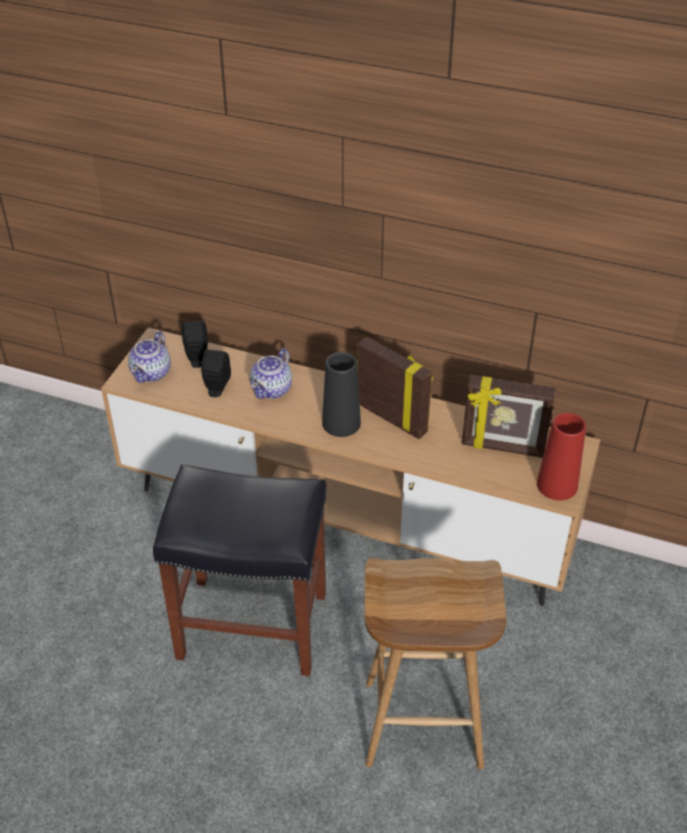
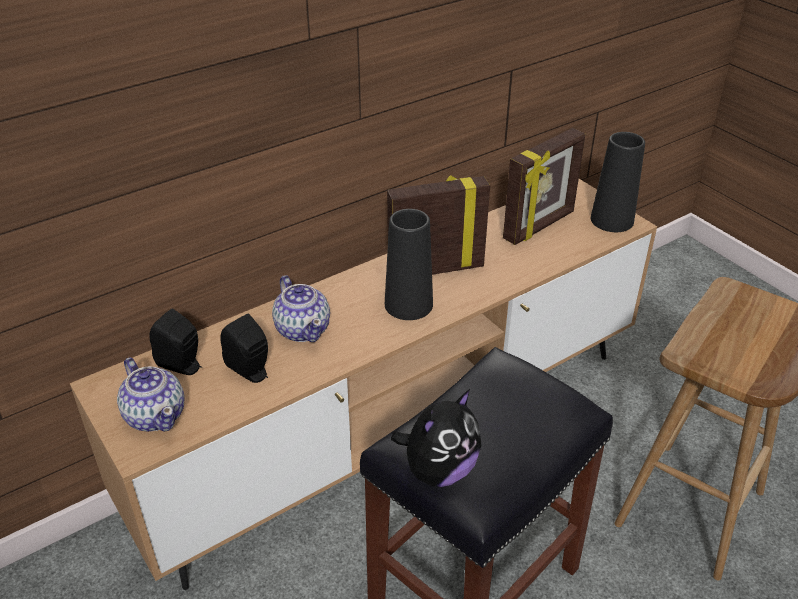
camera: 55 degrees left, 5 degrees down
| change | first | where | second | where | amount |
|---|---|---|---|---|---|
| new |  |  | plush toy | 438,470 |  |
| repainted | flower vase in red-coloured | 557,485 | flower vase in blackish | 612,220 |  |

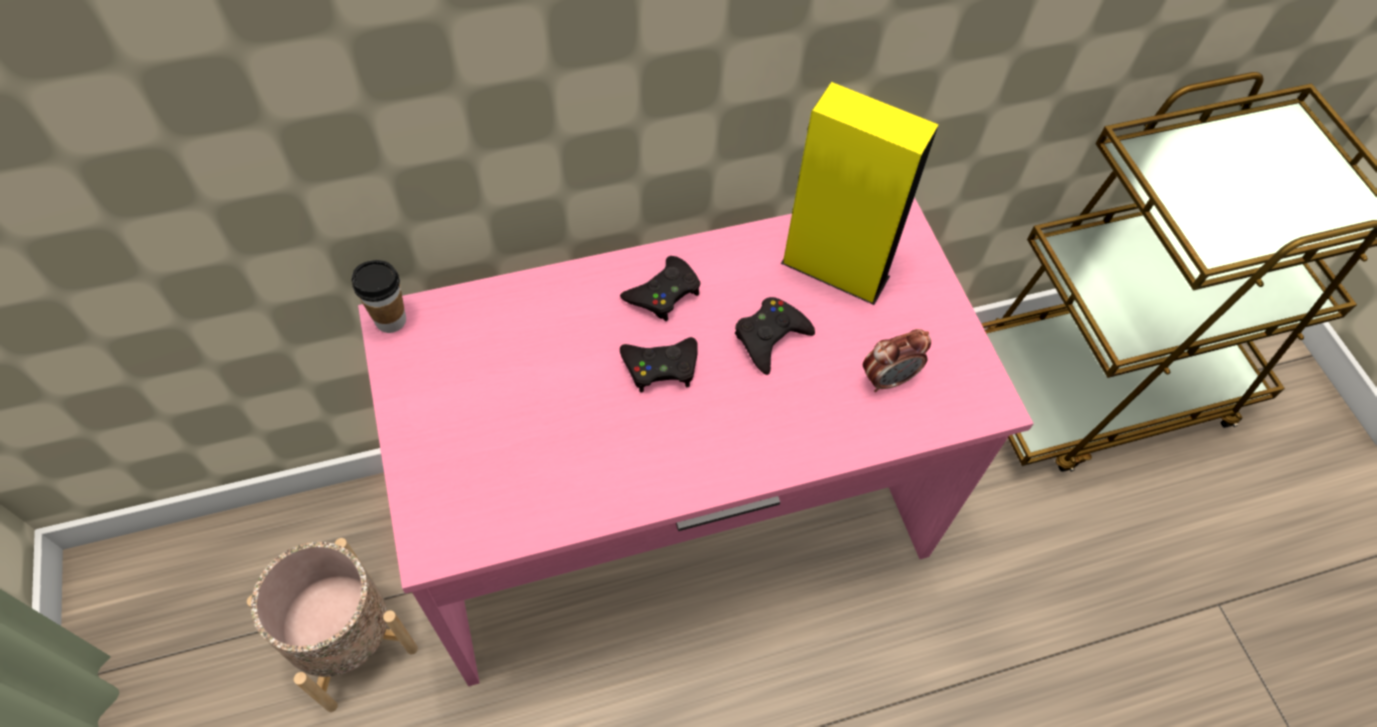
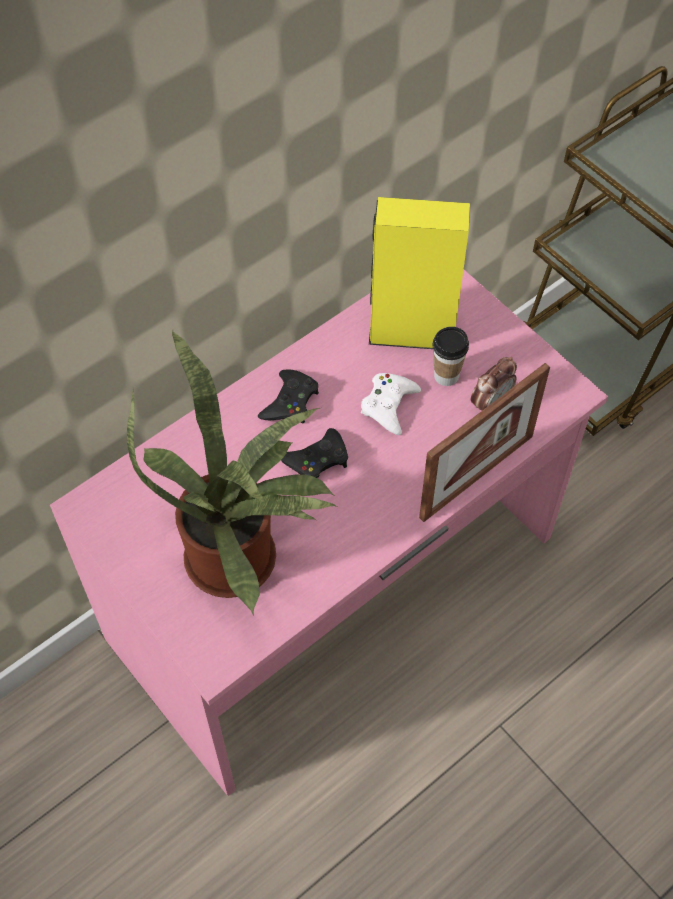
camera: 20 degrees left, 0 degrees up
| change | first | where | second | where | amount |
|---|---|---|---|---|---|
| new |  |  | potted plant | 241,556 |  |
| repainted | gamepad in blackish | 770,337 | gamepad in white | 389,405 |  |
| new |  |  | photo frame | 476,476 |  |
| shifted | drinking cup | 391,320 |  | 446,376 |  |
| gone | flower pot in sand-coloured | 350,641 |  |  |  |

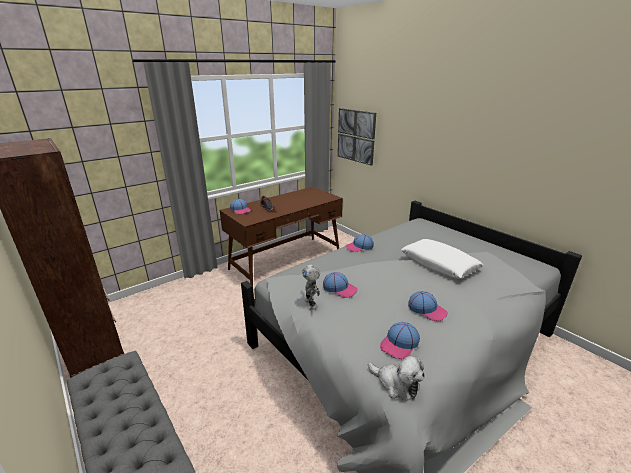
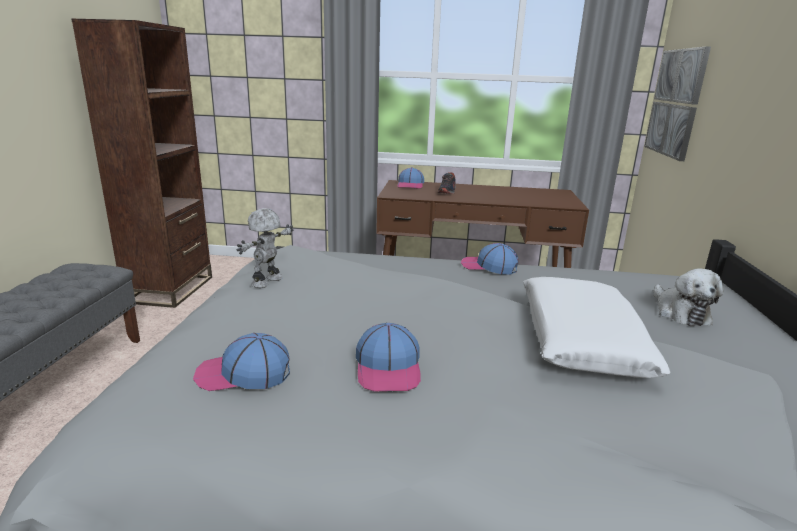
camera: 45 degrees right, 5 degrees down
| change | first | where | second | where | amount |
|---|---|---|---|---|---|
| shifted | plush toy | 396,384 |  | 680,313 |  |
| gone | baseball cap | 340,288 |  |  |  |

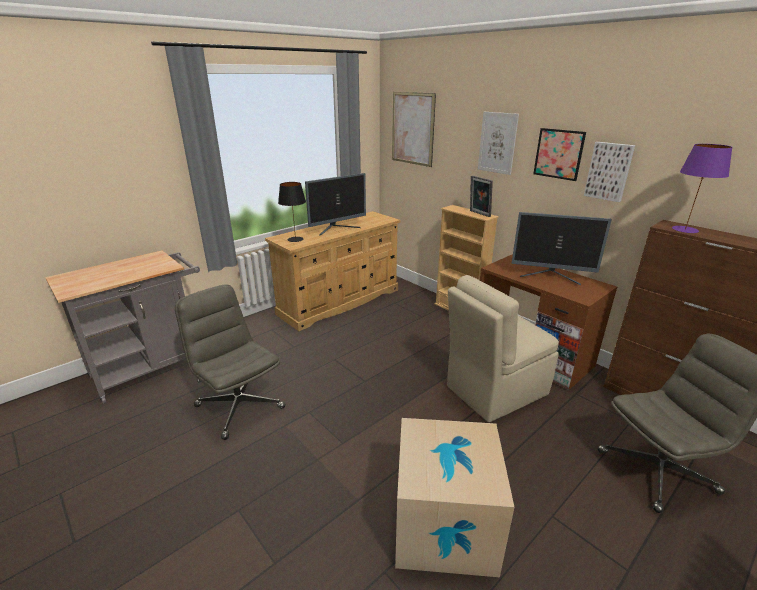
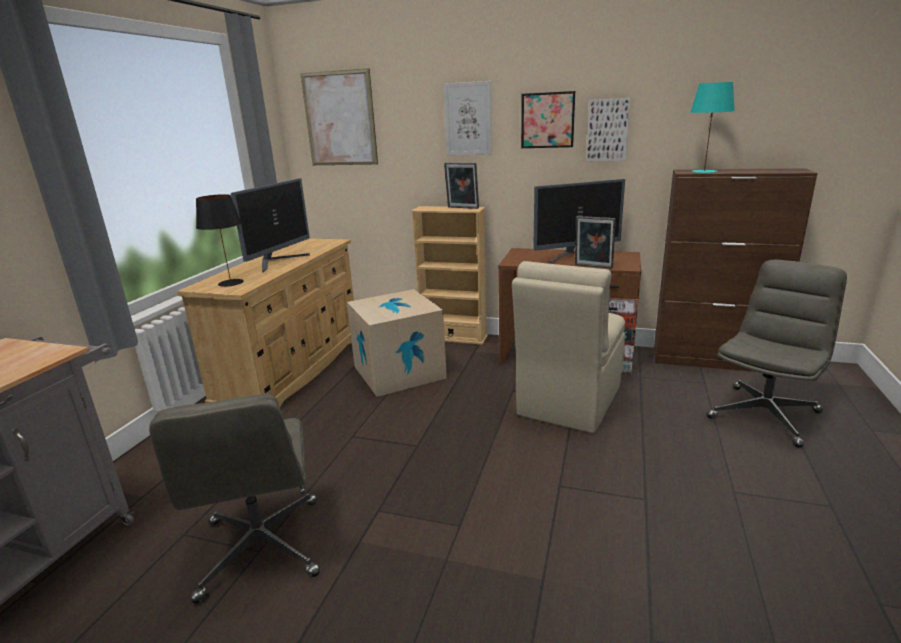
camera: 30 degrees left, 5 degrees down
| change | first | where | second | where | amount |
|---|---|---|---|---|---|
| rotated | desk chair in greyish | 239,406 |  | 262,549 | 120 degrees counterclockwise |
| shifted | packing box | 444,525 |  | 399,372 |  |
| new |  |  | photo frame | 593,267 |  |
| repainted | tabletop lamp in purple | 685,229 | tabletop lamp in turquoise | 704,171 |  |

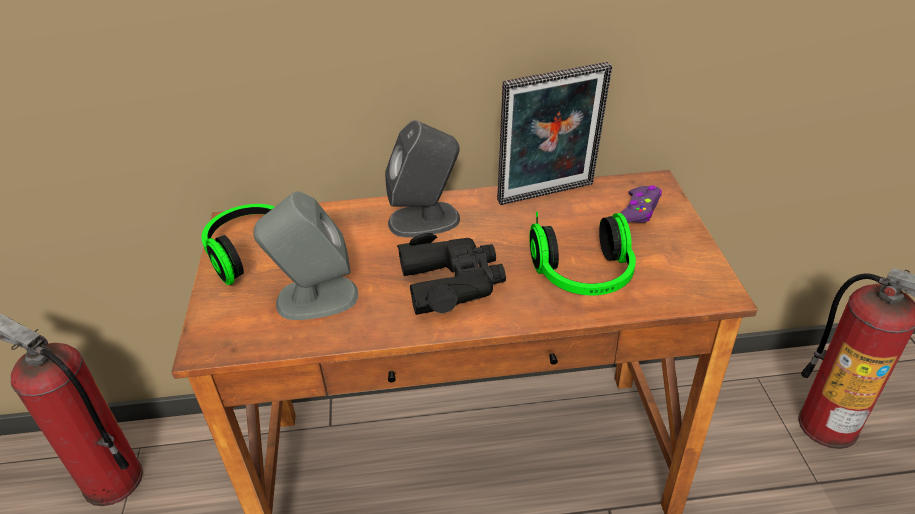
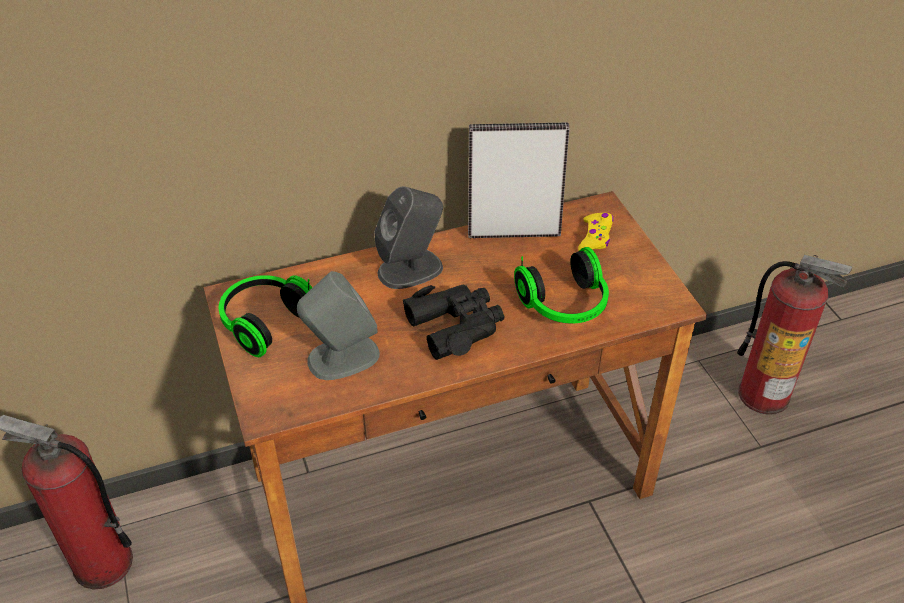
camera: 15 degrees left, 5 degrees up
| change | first | where | second | where | amount |
|---|---|---|---|---|---|
| rotated | photo frame | 548,196 |  | 513,231 | 150 degrees counterclockwise |
| repainted | gamepad in purple | 638,211 | gamepad in yellow | 595,237 |  |

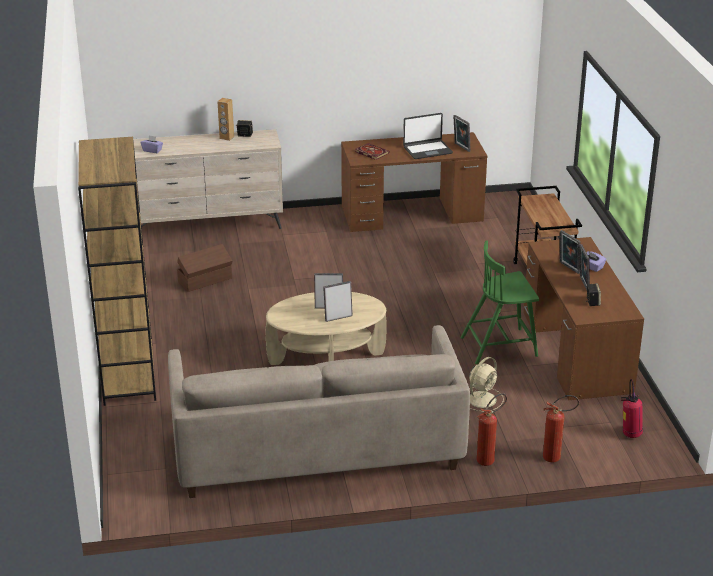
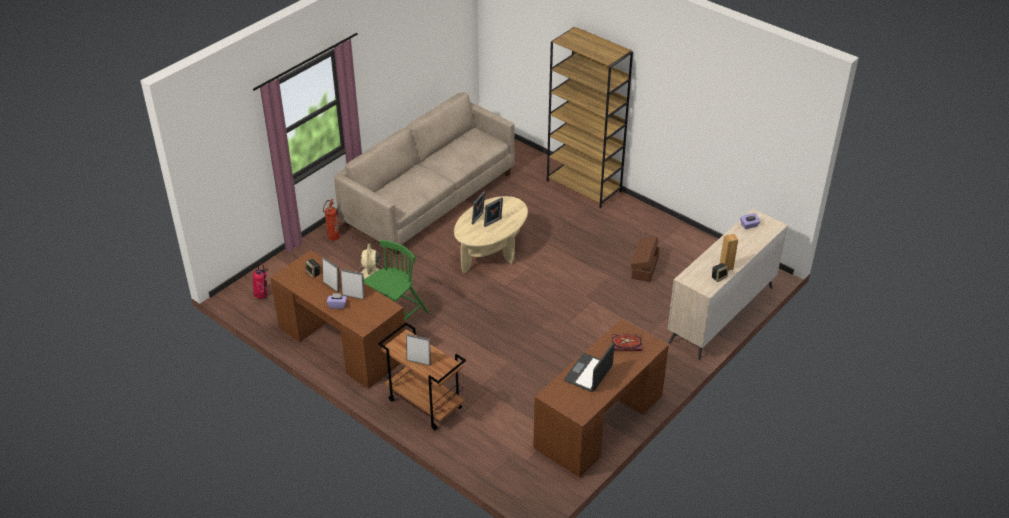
camera: 140 degrees right, 10 degrees up
| change | first | where | second | where | amount |
|---|---|---|---|---|---|
| shifted | photo frame | 461,147 |  | 419,361 |  |
| gone | fire-fighting cylinder | 556,457 |  |  |  |

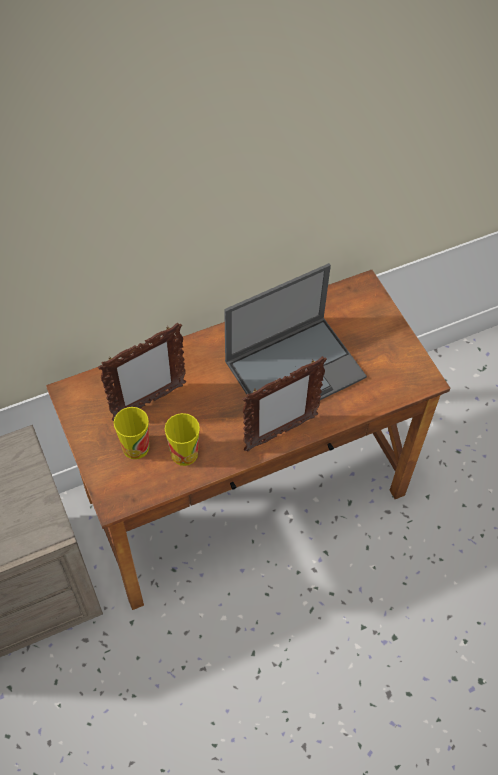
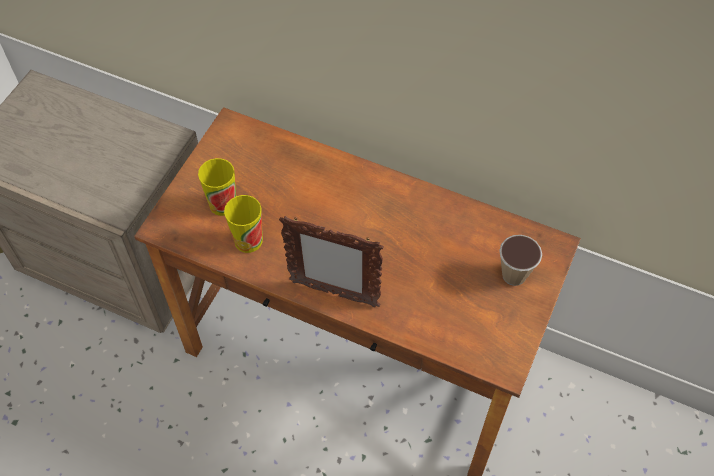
camera: 50 degrees right, 0 degrees up
| change | first | where | second | where | amount |
|---|---|---|---|---|---|
| new |  |  | drinking cup | 514,275 |  |
| gone | photo frame | 148,402 |  |  |  |
| gone | portable computer | 296,368 |  |  |  |

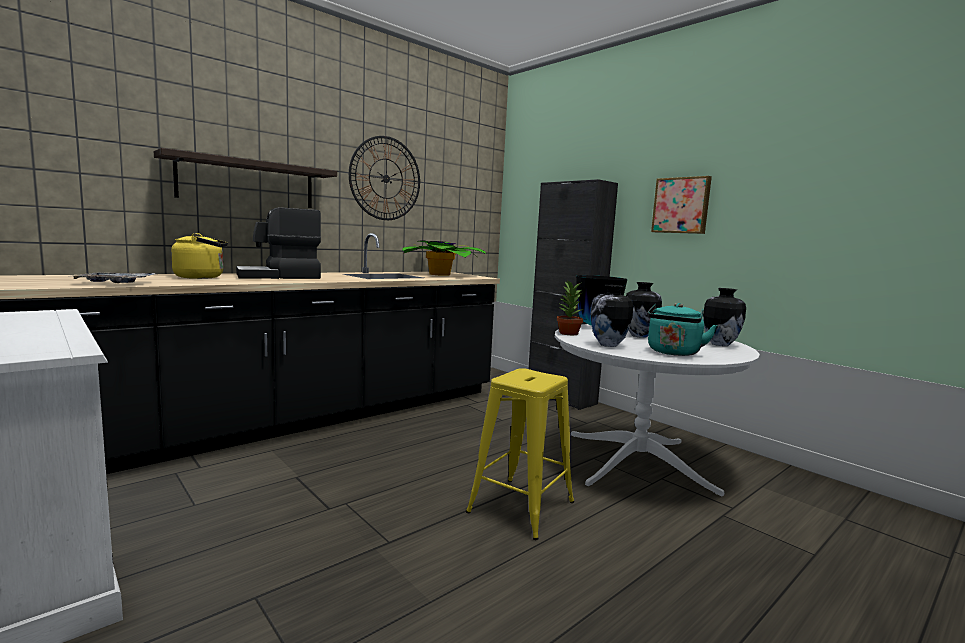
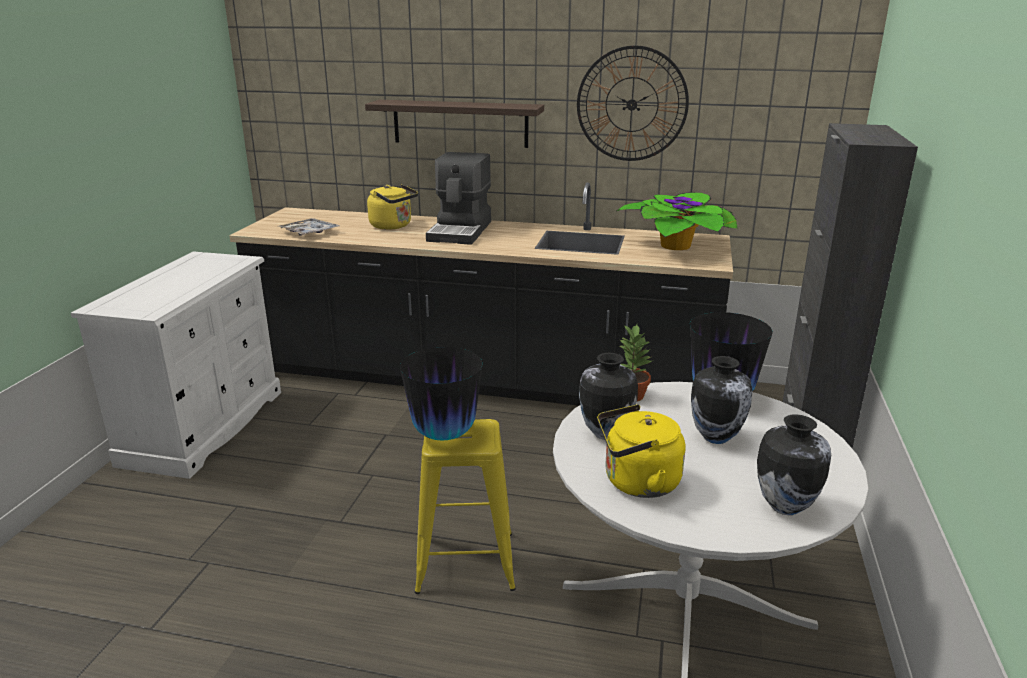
camera: 55 degrees right, 15 degrees up
| change | first | where | second | where | amount |
|---|---|---|---|---|---|
| new |  |  | flower vase | 444,435 |  |
| rotated | coffee machine | 279,276 |  | 461,231 | 105 degrees counterclockwise |
| repainted | kettle in turquoise | 673,353 | kettle in yellow | 637,483 |  |
| gone | wall picture | 681,205 |  |  |  |

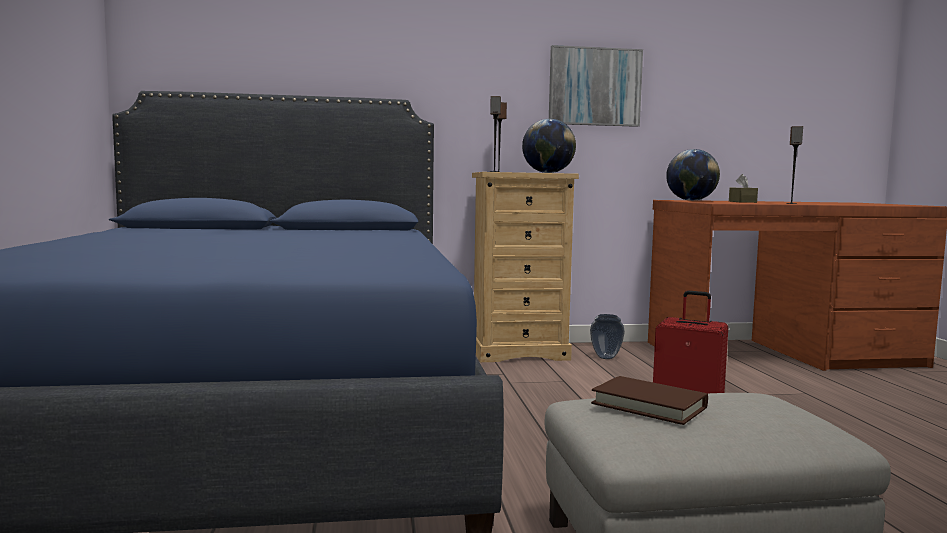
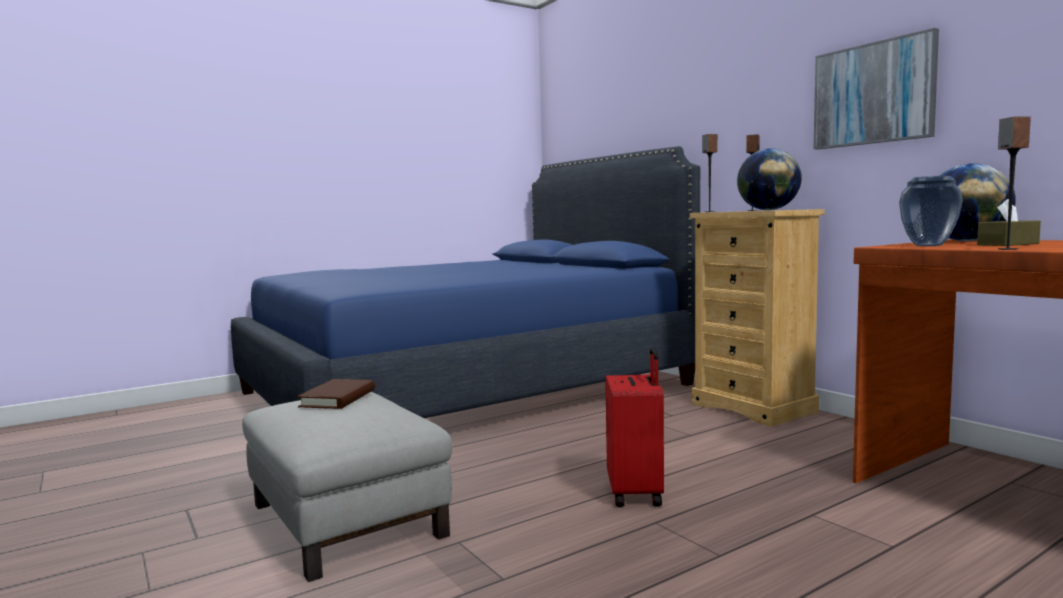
camera: 65 degrees right, 0 degrees up
| change | first | where | second | where | amount |
|---|---|---|---|---|---|
| shifted | flower vase | 606,357 |  | 929,245 |  |

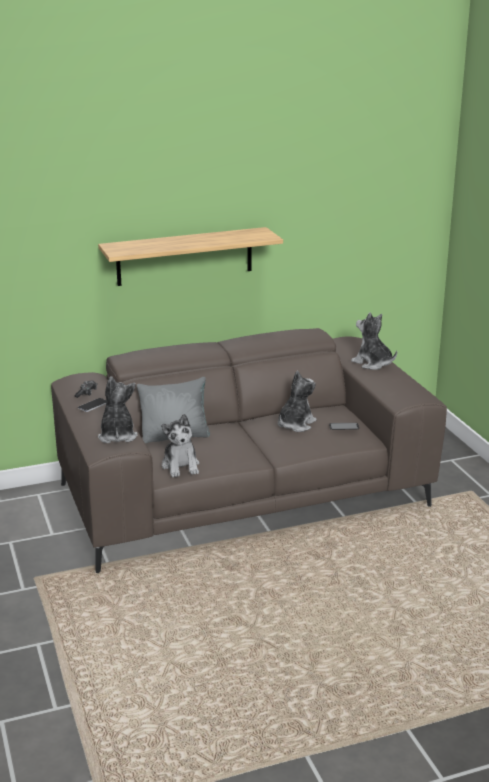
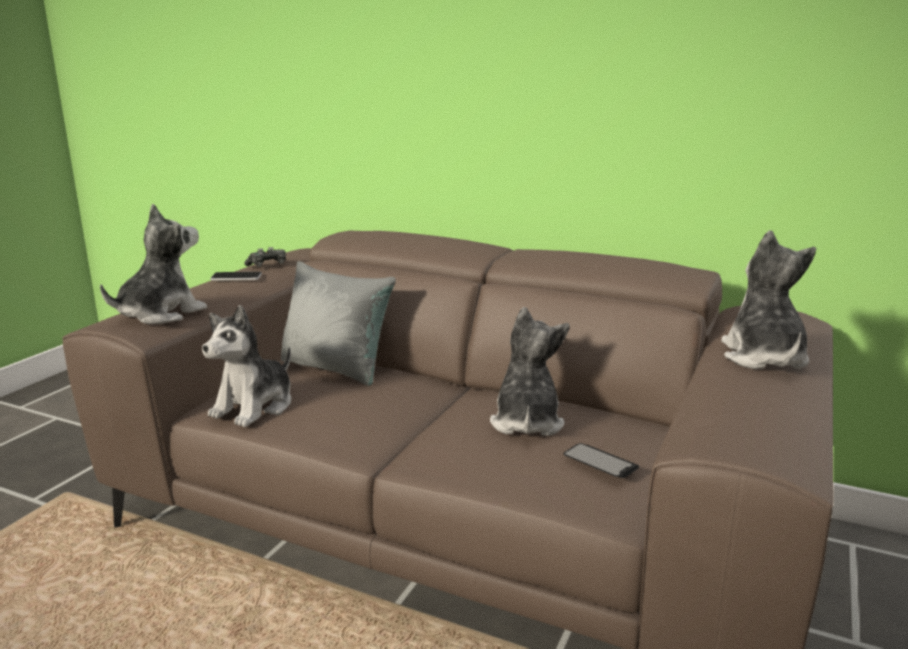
camera: 45 degrees right, 5 degrees down
| change | first | where | second | where | amount |
|---|---|---|---|---|---|
| rotated | plush toy | 295,424 |  | 526,422 | 75 degrees counterclockwise |
| gone | bracket shelf | 185,256 |  |  |  |

